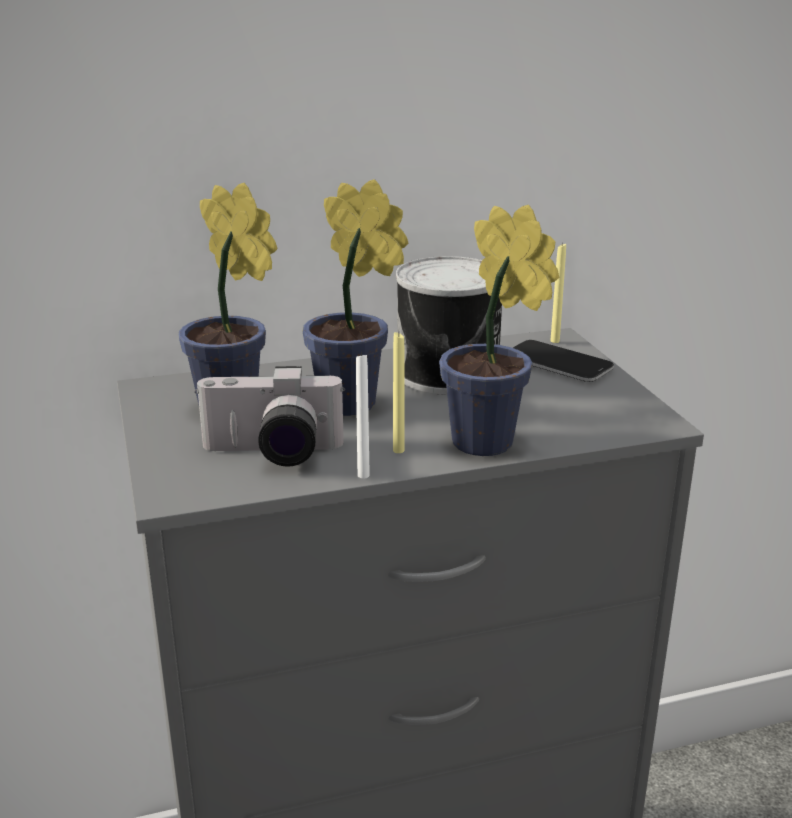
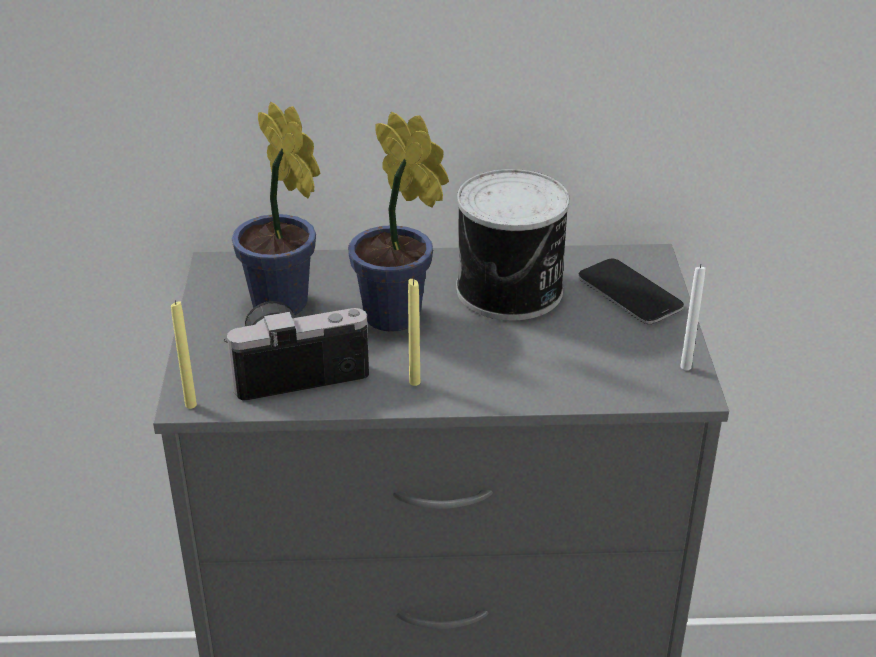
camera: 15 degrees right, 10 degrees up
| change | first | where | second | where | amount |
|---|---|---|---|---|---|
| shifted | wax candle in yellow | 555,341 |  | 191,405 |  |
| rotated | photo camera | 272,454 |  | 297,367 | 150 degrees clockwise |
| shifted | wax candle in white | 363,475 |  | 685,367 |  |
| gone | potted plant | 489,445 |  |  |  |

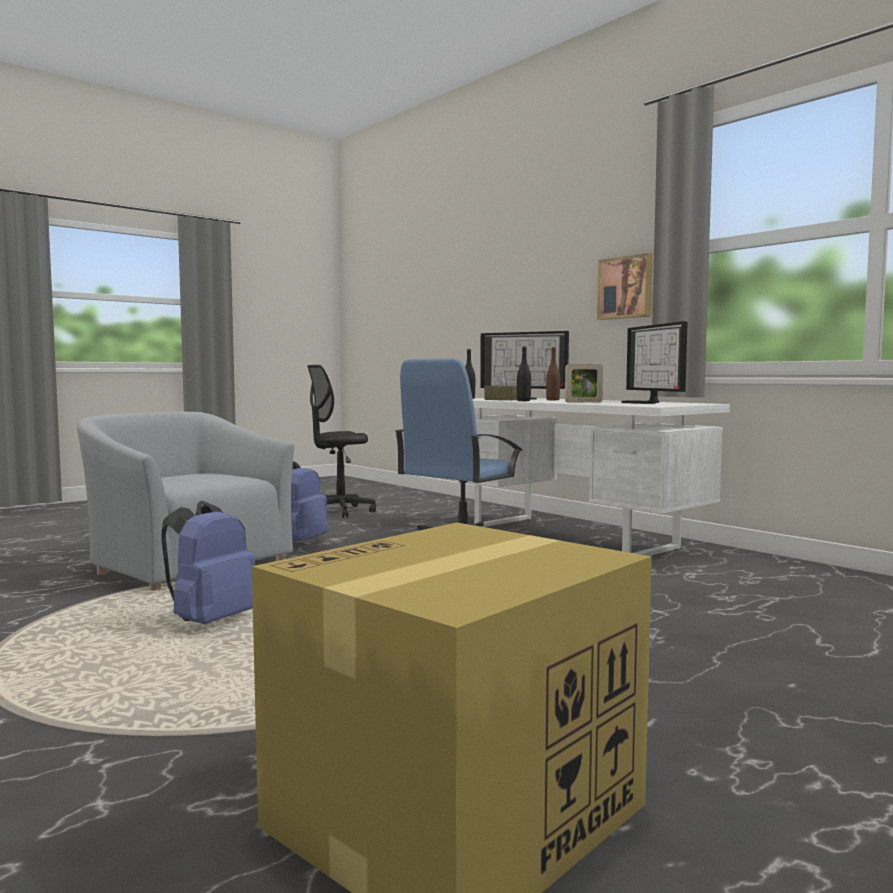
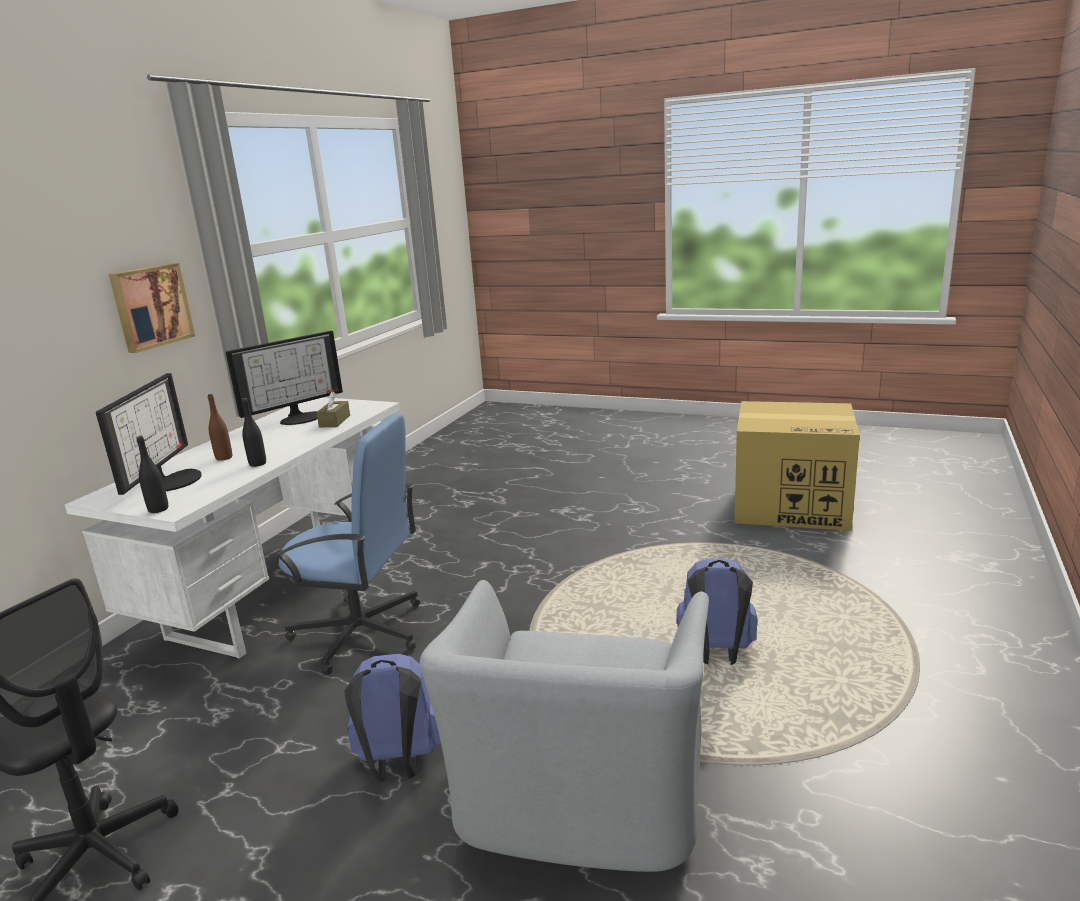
camera: 115 degrees left, 15 degrees up
| change | first | where | second | where | amount |
|---|---|---|---|---|---|
| shifted | box of tissues in brown-coloured | 502,399 |  | 334,421 |  |
| gone | photo frame | 583,402 |  |  |  |

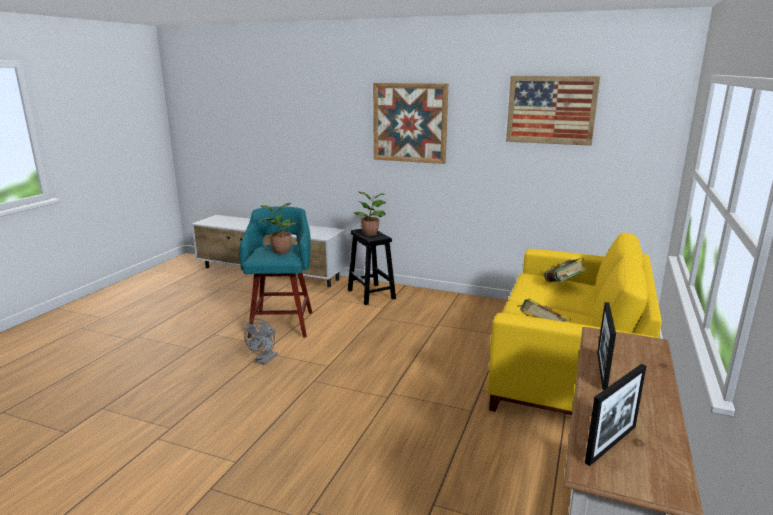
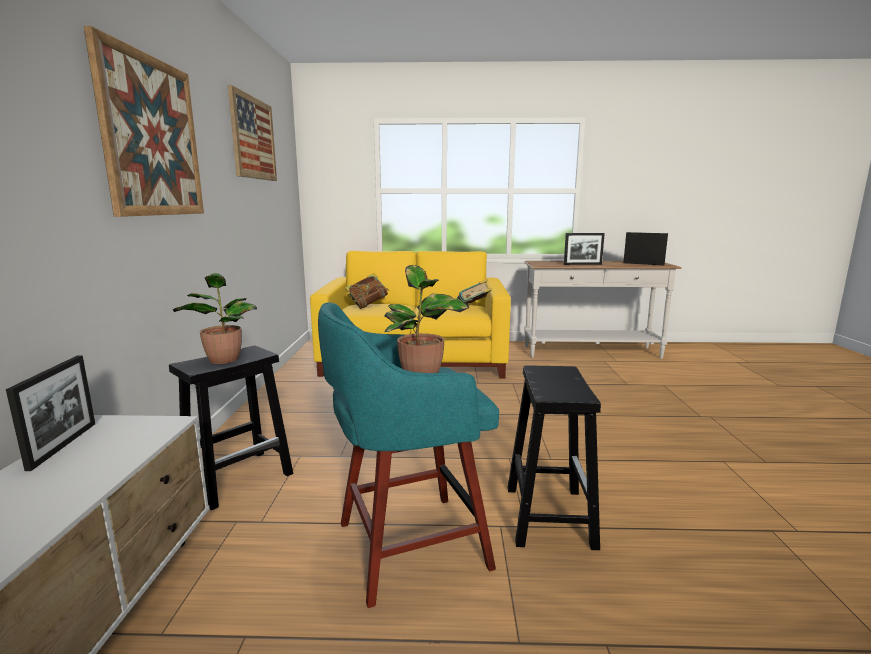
camera: 110 degrees left, 5 degrees down
| change | first | where | second | where | amount |
|---|---|---|---|---|---|
| new |  |  | photo frame | 63,445 |  |
| swapped | fan in greyish | 264,360 | stool in blackish | 548,515 |  |

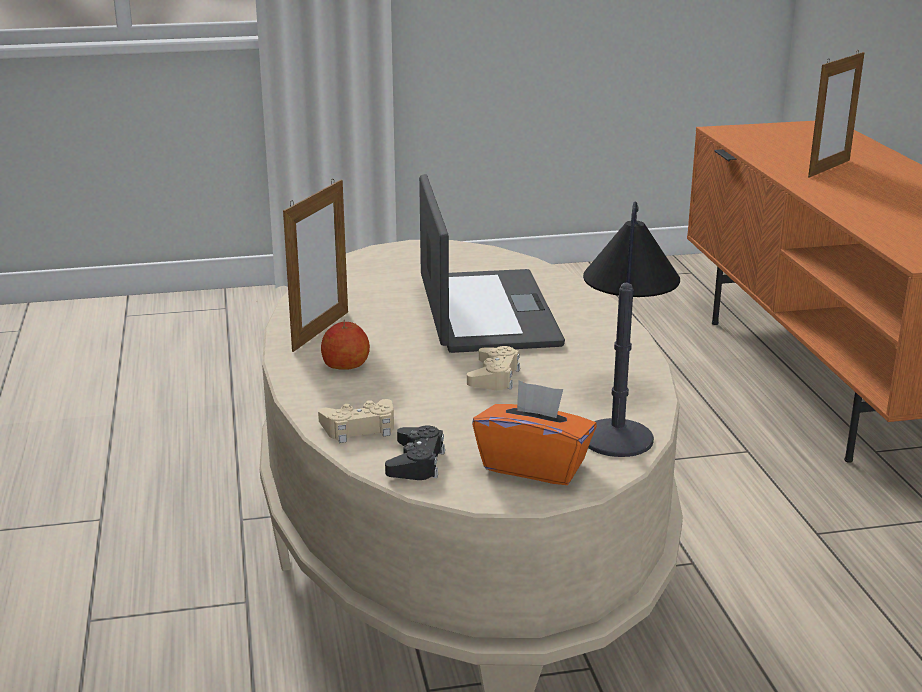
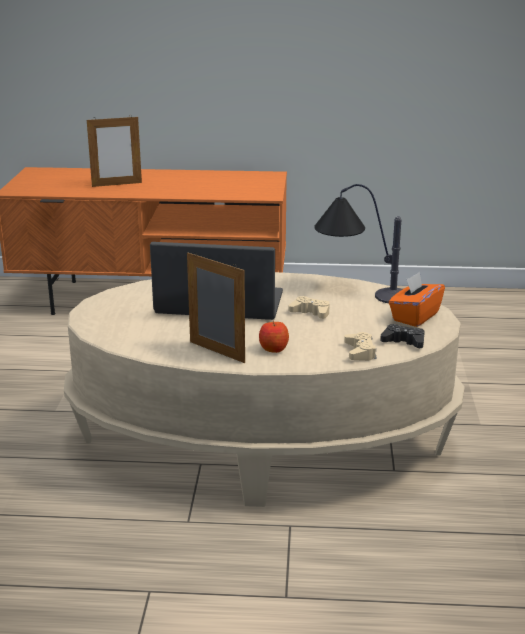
camera: 75 degrees left, 0 degrees up
| change | first | where | second | where | amount |
|---|---|---|---|---|---|
| rotated | photo frame | 829,168 |  | 117,184 | 105 degrees clockwise |

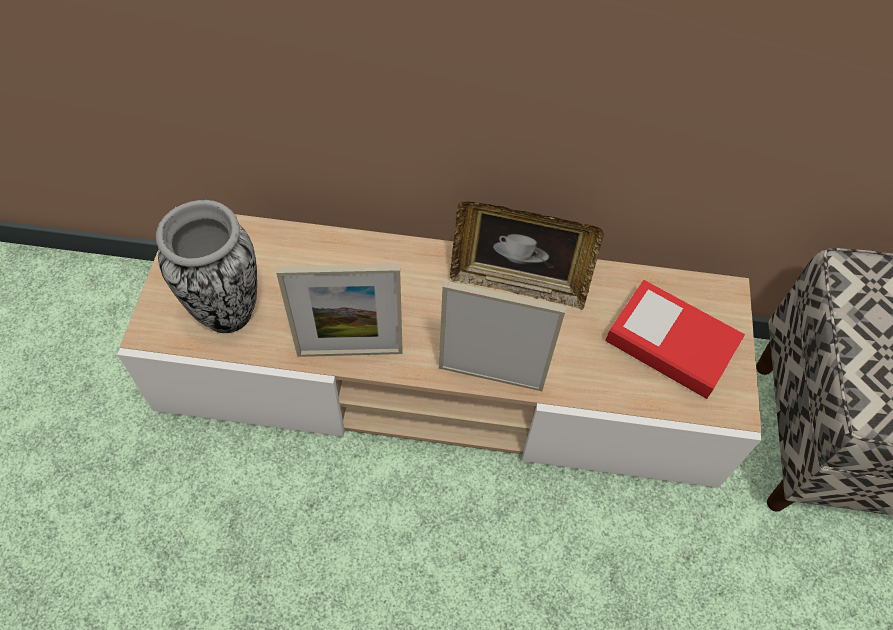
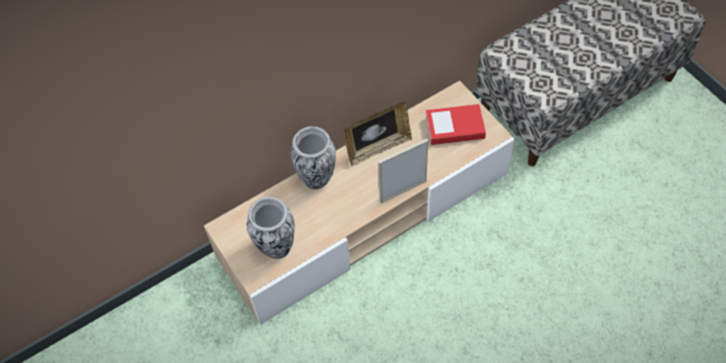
camera: 35 degrees left, 0 degrees up
| change | first | where | second | where | amount |
|---|---|---|---|---|---|
| new |  |  | flower vase | 316,178 |  |
| gone | photo frame | 350,352 |  |  |  |

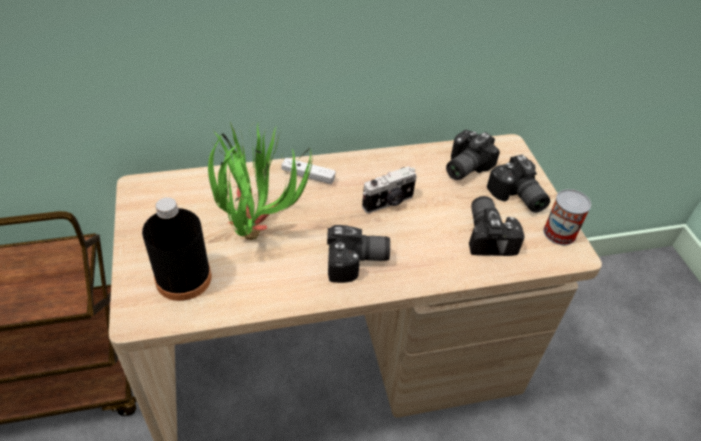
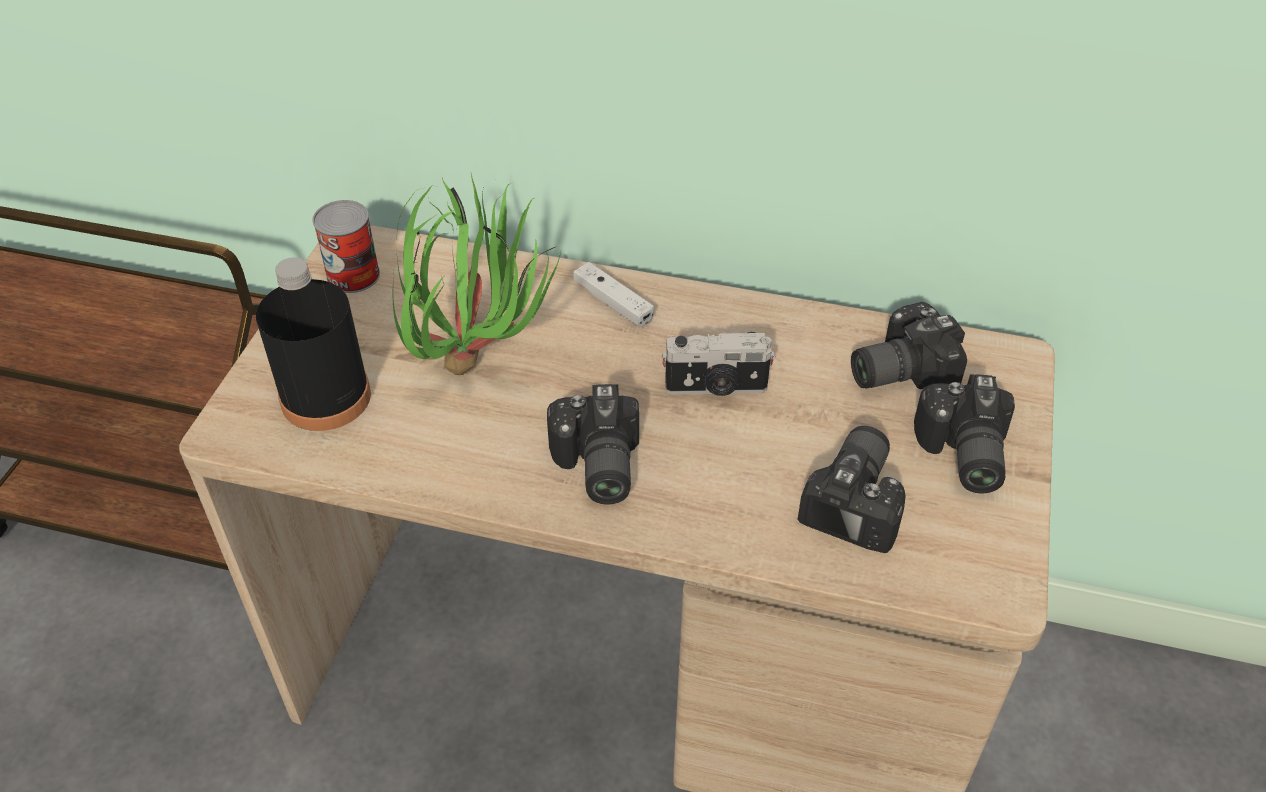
camera: 30 degrees right, 0 degrees up
| change | first | where | second | where | amount |
|---|---|---|---|---|---|
| shifted | metal can | 559,233 |  | 353,275 |  |
| rotated | photo camera | 357,263 |  | 594,467 | 60 degrees clockwise |

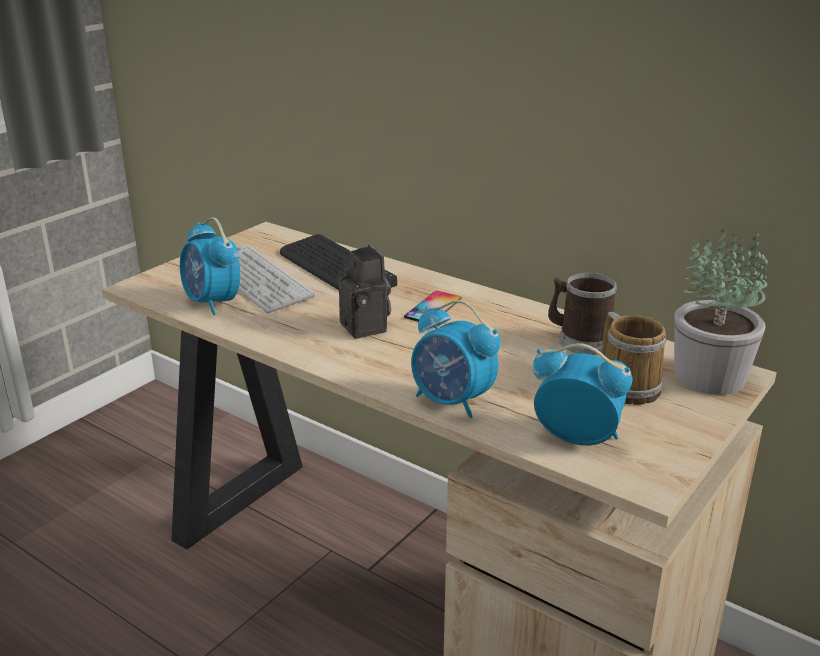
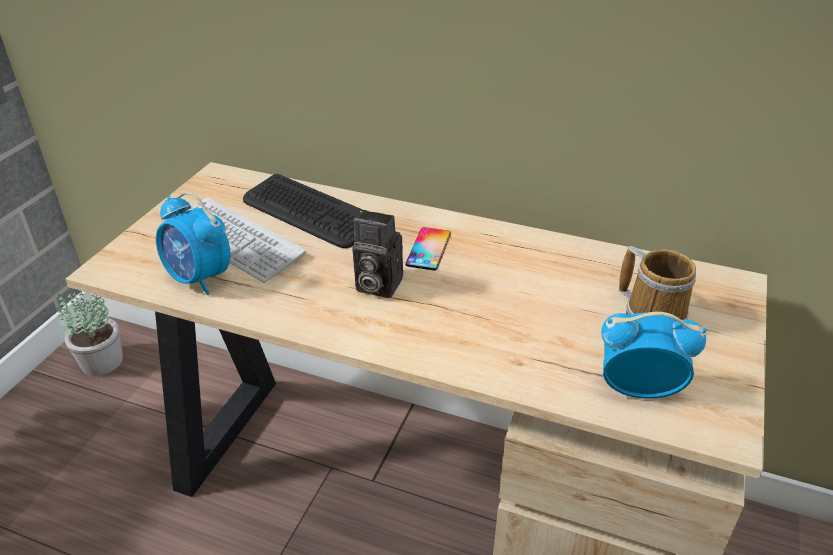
camera: 15 degrees left, 10 degrees up
| change | first | where | second | where | amount |
|---|---|---|---|---|---|
| shifted | potted plant | 709,375 |  | 102,360 |  |
| rotated | photo camera | 367,328 |  | 375,285 | 150 degrees clockwise |
| gone | bedside clock | 452,402 |  |  |  |
| gone | mug | 579,340 |  |  |  |

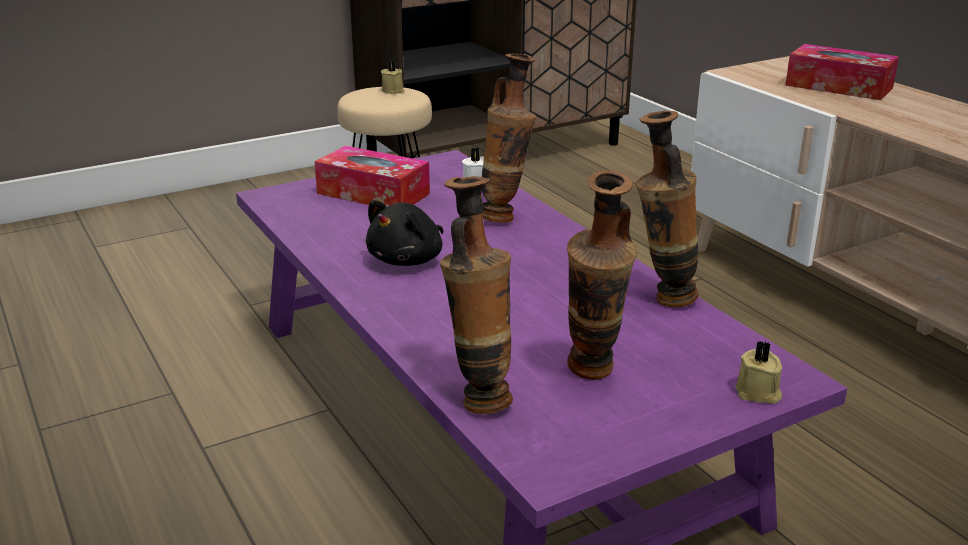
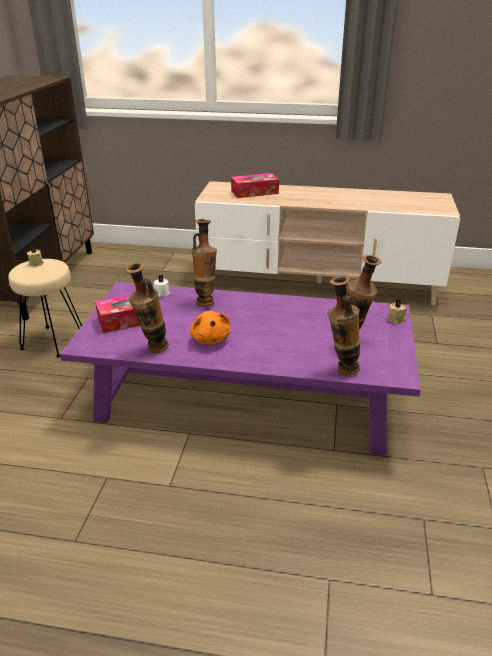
camera: 50 degrees left, 5 degrees up
| change | first | where | second | where | amount |
|---|---|---|---|---|---|
| shifted | flower vase | 661,299 |  | 152,350 |  |
| repainted | plush toy in blackish | 408,259 | plush toy in orange | 210,338 |  |

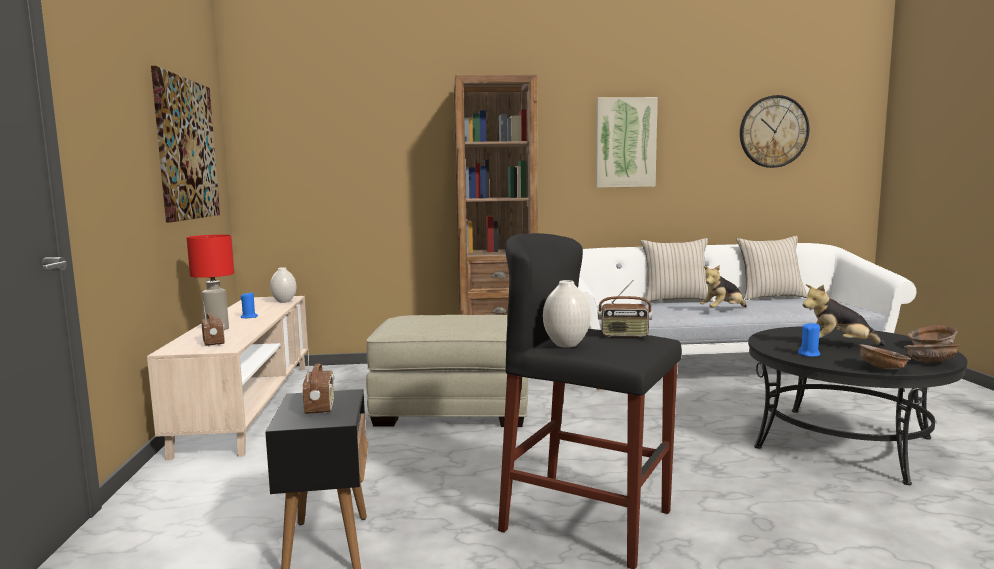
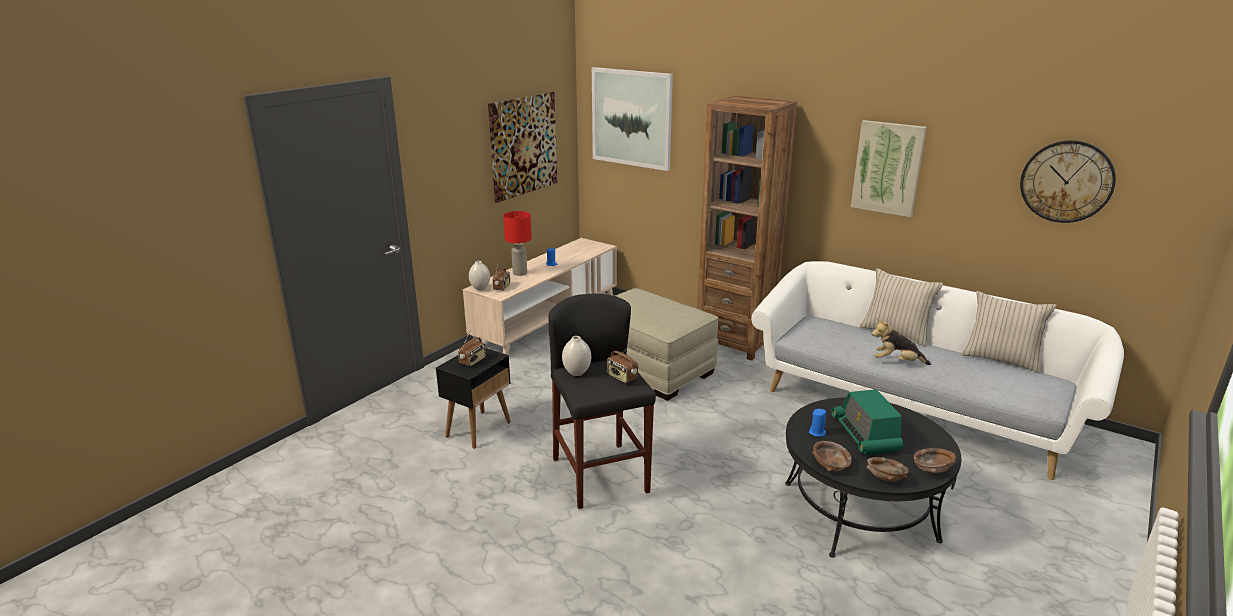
camera: 40 degrees right, 15 degrees up
| change | first | where | second | where | amount |
|---|---|---|---|---|---|
| shifted | flower vase in white | 284,301 |  | 480,288 |  |
| new |  |  | wall picture | 631,118 |  |
| swapped | plush toy | 838,345 | radio | 865,435 |  |

